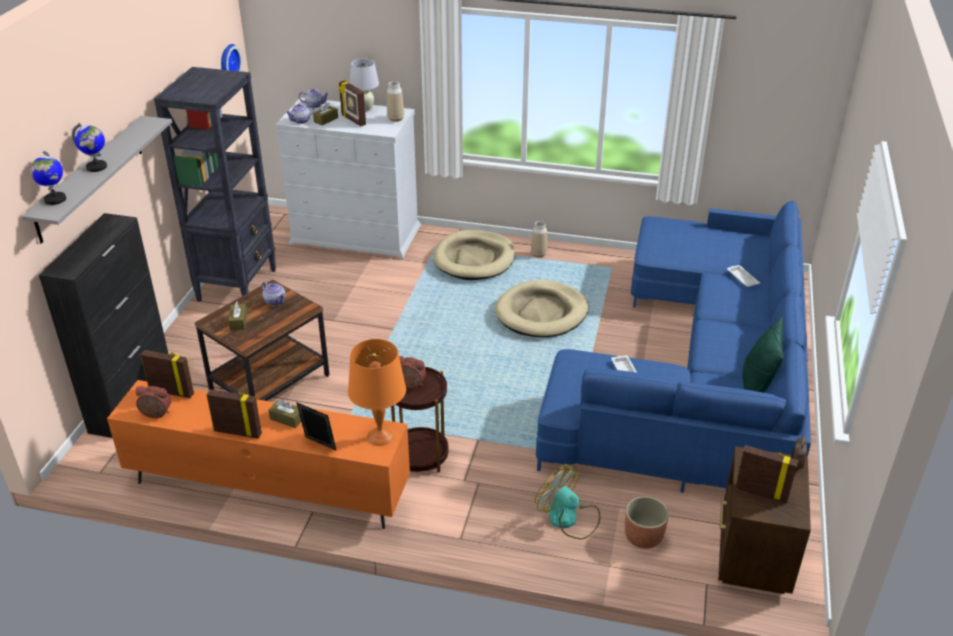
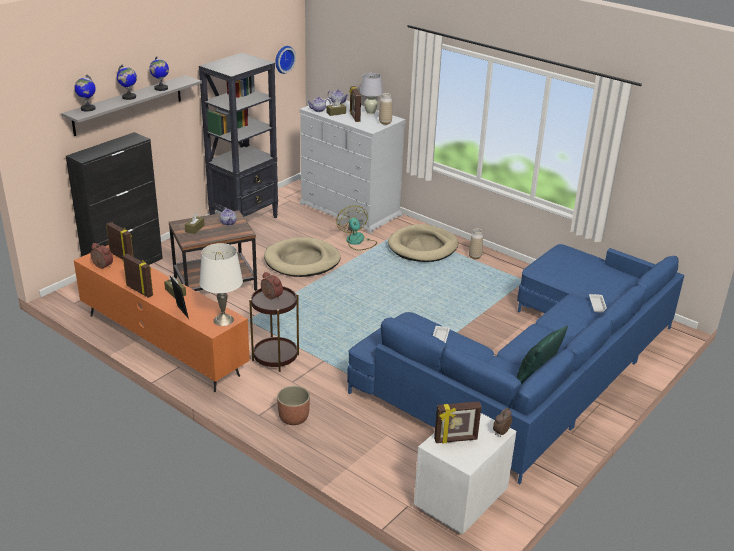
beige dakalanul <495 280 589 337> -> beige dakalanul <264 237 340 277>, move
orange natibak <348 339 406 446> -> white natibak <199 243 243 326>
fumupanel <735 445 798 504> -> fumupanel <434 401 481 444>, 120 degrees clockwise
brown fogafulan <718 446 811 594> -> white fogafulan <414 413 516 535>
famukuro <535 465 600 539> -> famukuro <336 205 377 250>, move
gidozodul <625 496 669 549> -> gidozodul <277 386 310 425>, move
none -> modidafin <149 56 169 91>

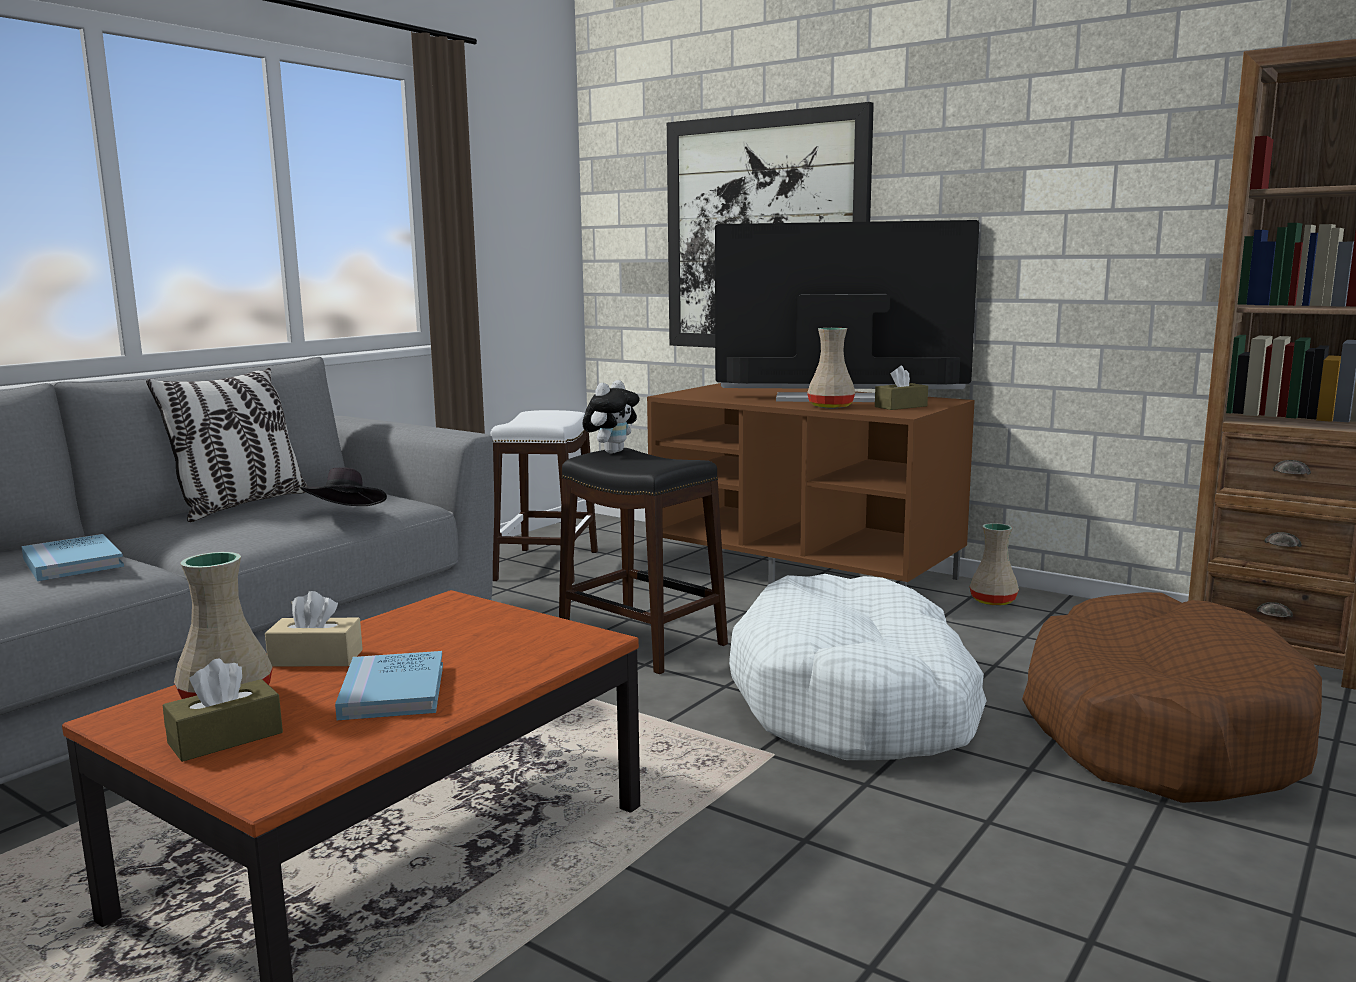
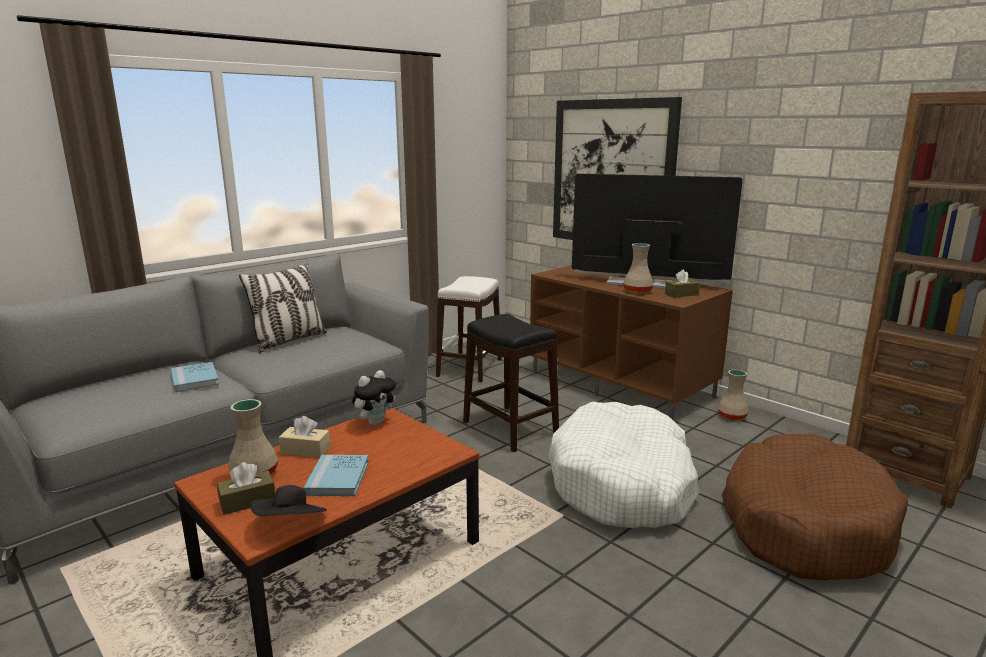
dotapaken <582 380 640 454> -> dotapaken <352 370 396 426>, move
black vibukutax <299 467 387 506> -> black vibukutax <250 485 327 516>, move

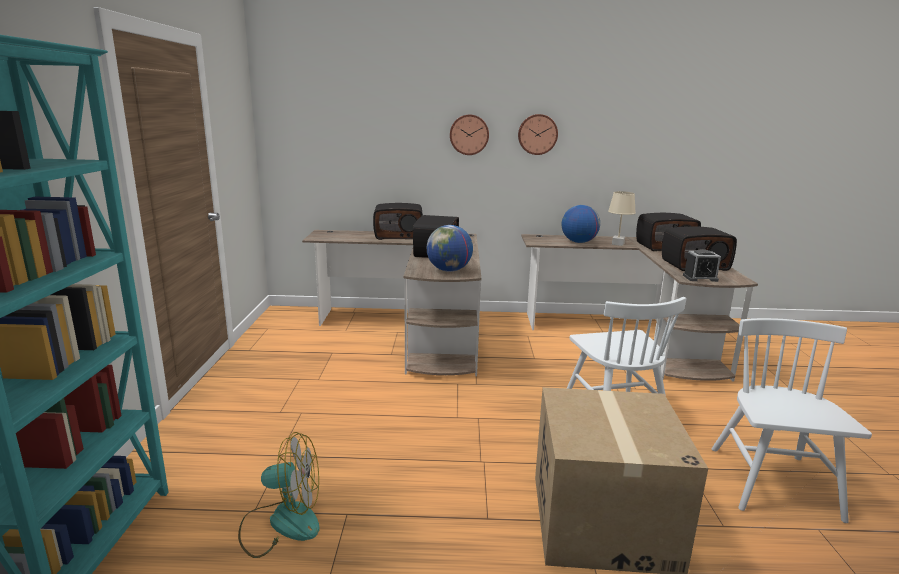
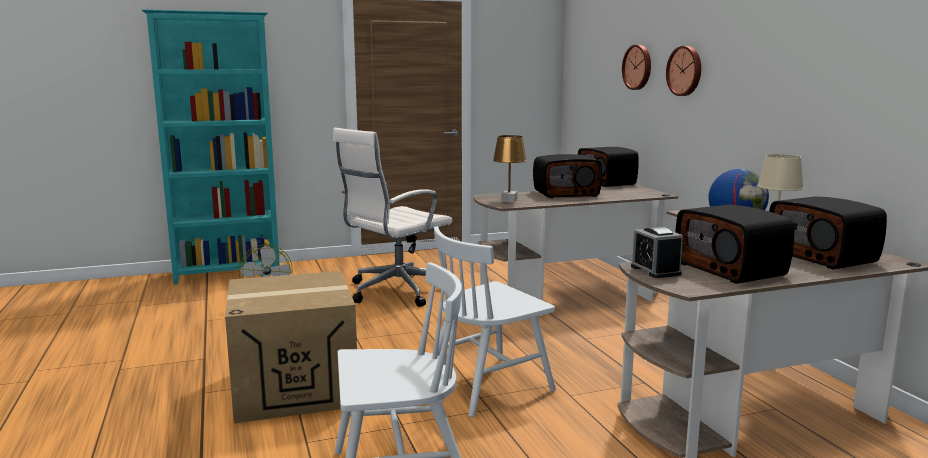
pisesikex <518 114 558 155> -> pisesikex <622 45 651 90>, move
modidafin <427 225 473 272> -> brown natibak <493 135 527 203>
none -> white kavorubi <333 128 452 307>

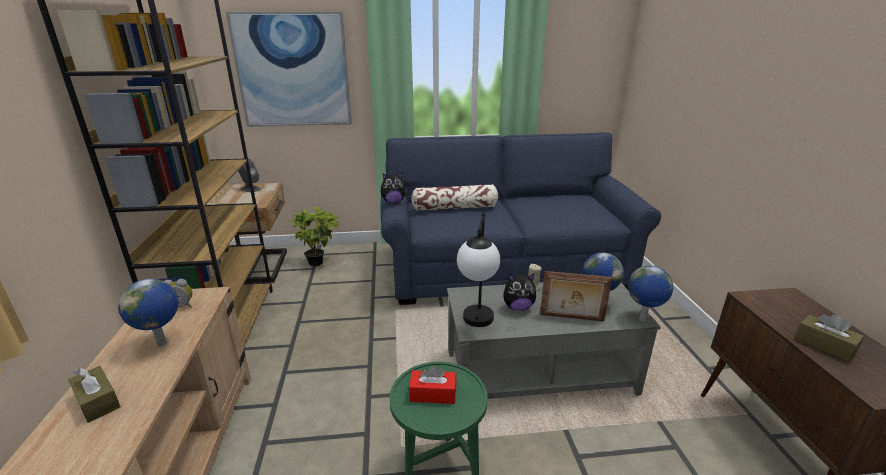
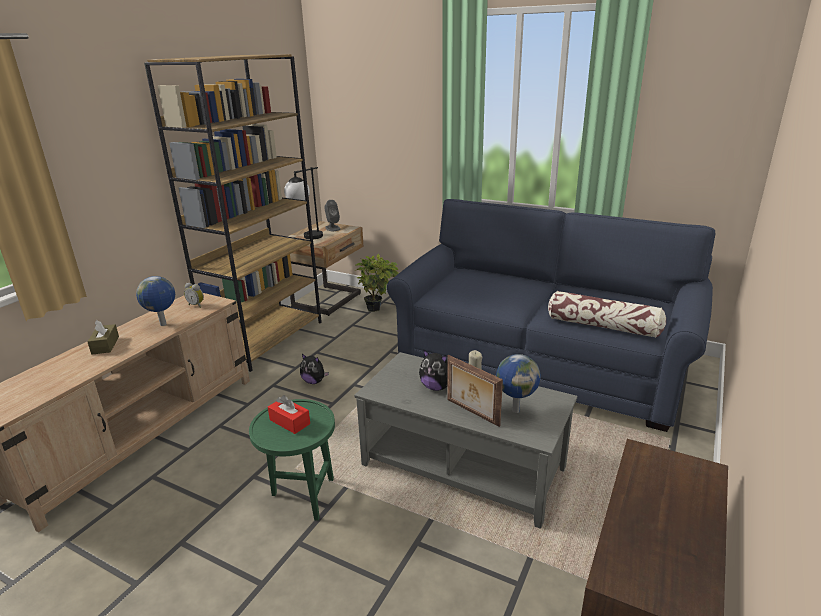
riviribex <226 12 352 127> -> none
dotapaken <381 172 407 203> -> dotapaken <300 354 329 384>, move
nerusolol <411 184 498 211> -> nerusolol <548 291 666 338>, move
natibak <457 210 500 327> -> natibak <284 167 323 239>, move
modidafin <628 265 673 321> -> none
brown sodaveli <795 313 864 362> -> none

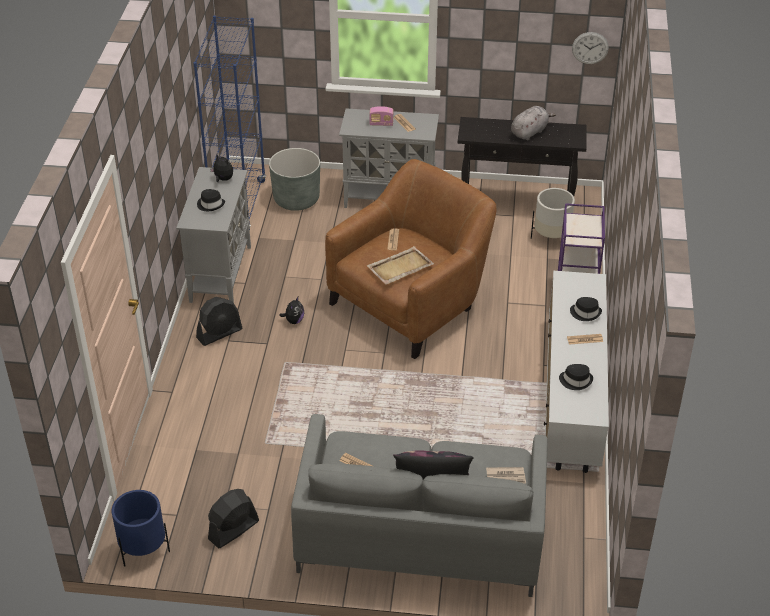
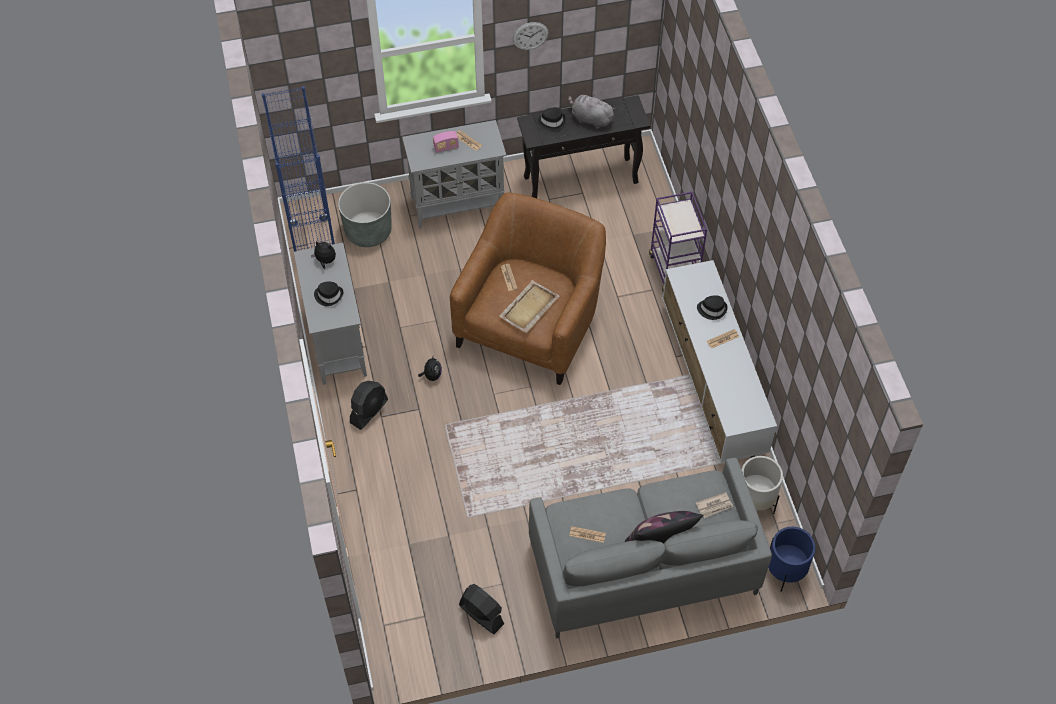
pisesikex <572 32 609 64> -> pisesikex <513 22 549 50>, move
grey dotapaken <511 106 556 140> -> grey dotapaken <568 94 616 129>, 90 degrees counterclockwise
white gidozodul <531 188 575 239> -> white gidozodul <742 456 783 514>, move
black vibukutax <559 364 593 390> -> black vibukutax <537 107 566 131>, move
black famukuro <208 489 259 548> -> black famukuro <459 584 504 634>, 105 degrees clockwise
blue gidozodul <112 490 170 567> -> blue gidozodul <768 527 816 592>, move

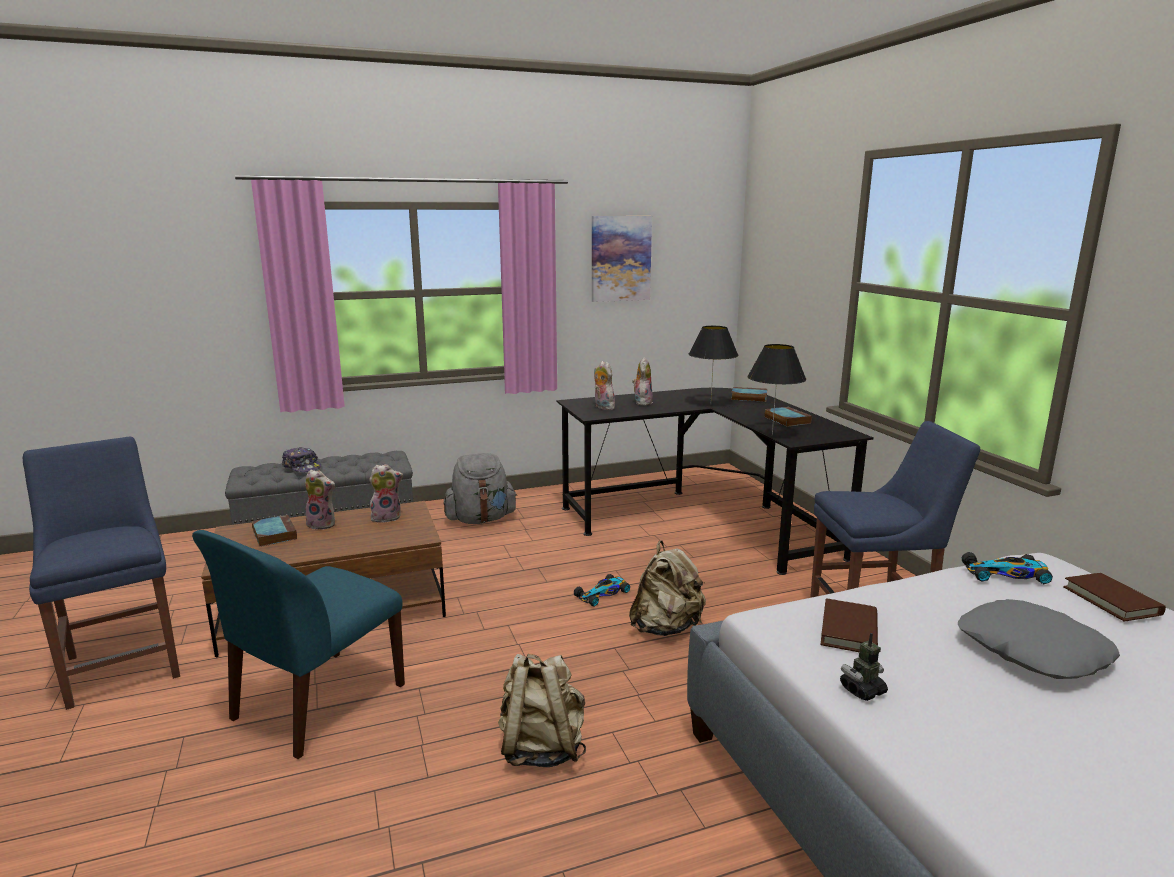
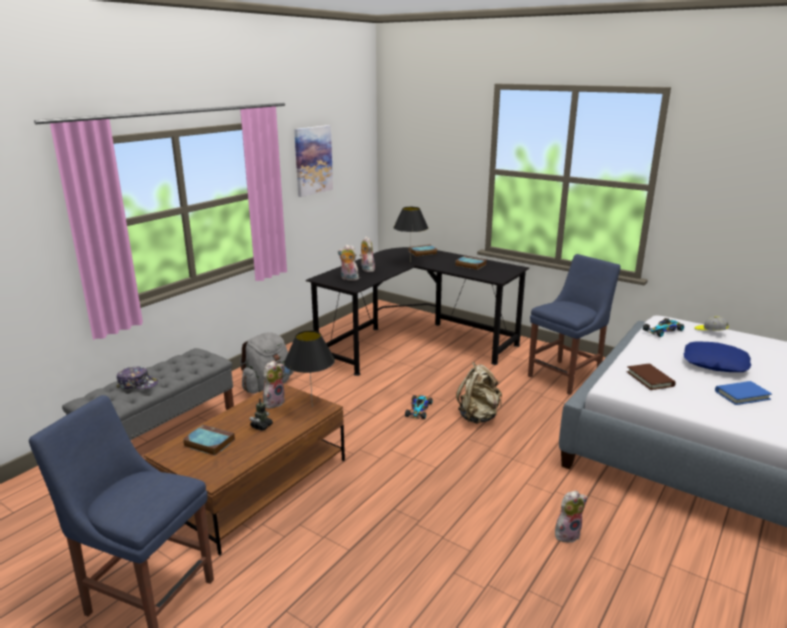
black natibak <747 344 806 435> -> black natibak <284 331 335 407>, move
dotapaken <305 469 335 530> -> dotapaken <555 490 588 542>, move
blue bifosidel <192 530 405 759> -> none
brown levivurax <1063 573 1166 622> -> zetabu <694 316 729 331>
grey nerusolol <958 599 1120 679> -> blue nerusolol <684 341 751 372>
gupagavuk <840 633 888 701> -> gupagavuk <250 398 273 430>, move
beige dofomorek <498 654 586 767> -> none
none -> blue levivurax <715 381 772 405>

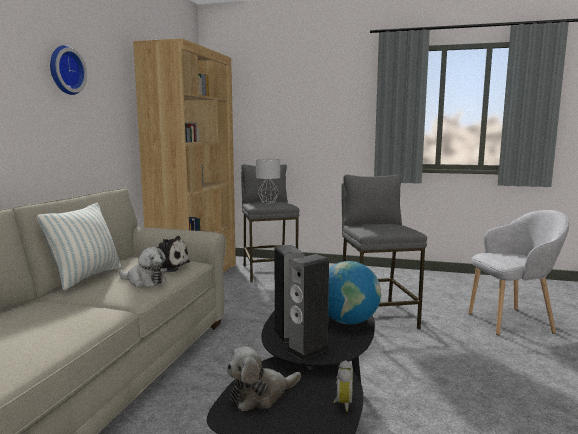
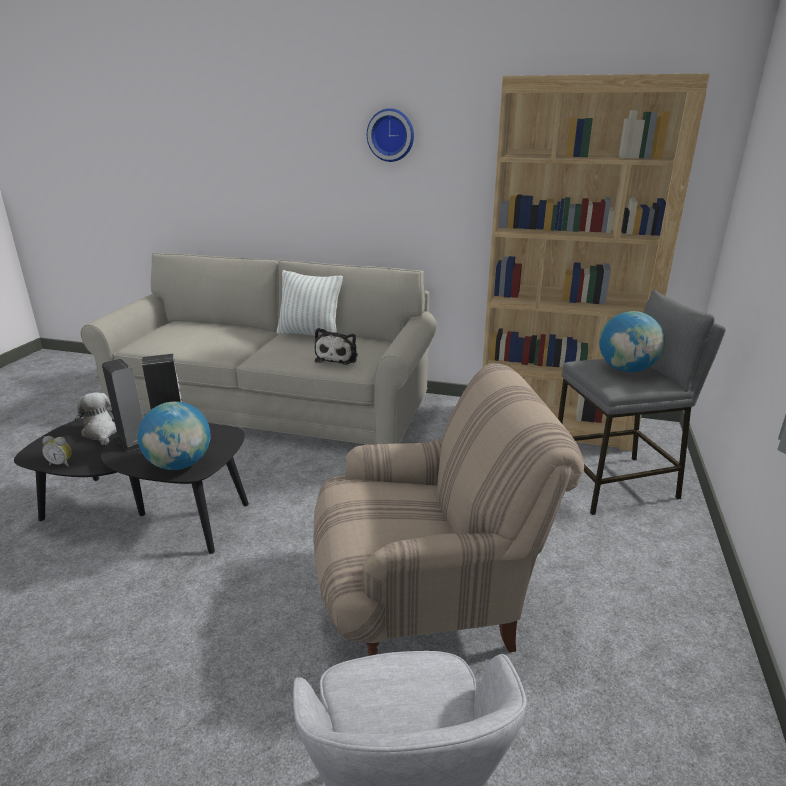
grey natibak <256 159 280 204> -> modidafin <599 311 665 372>
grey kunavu <341 174 427 329> -> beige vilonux <314 363 584 656>
dotapaken <119 247 166 287> -> none

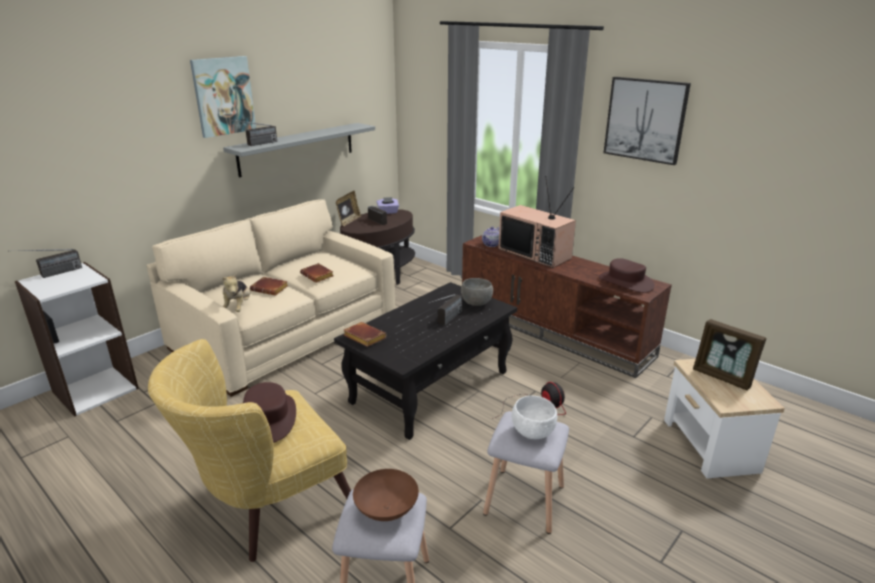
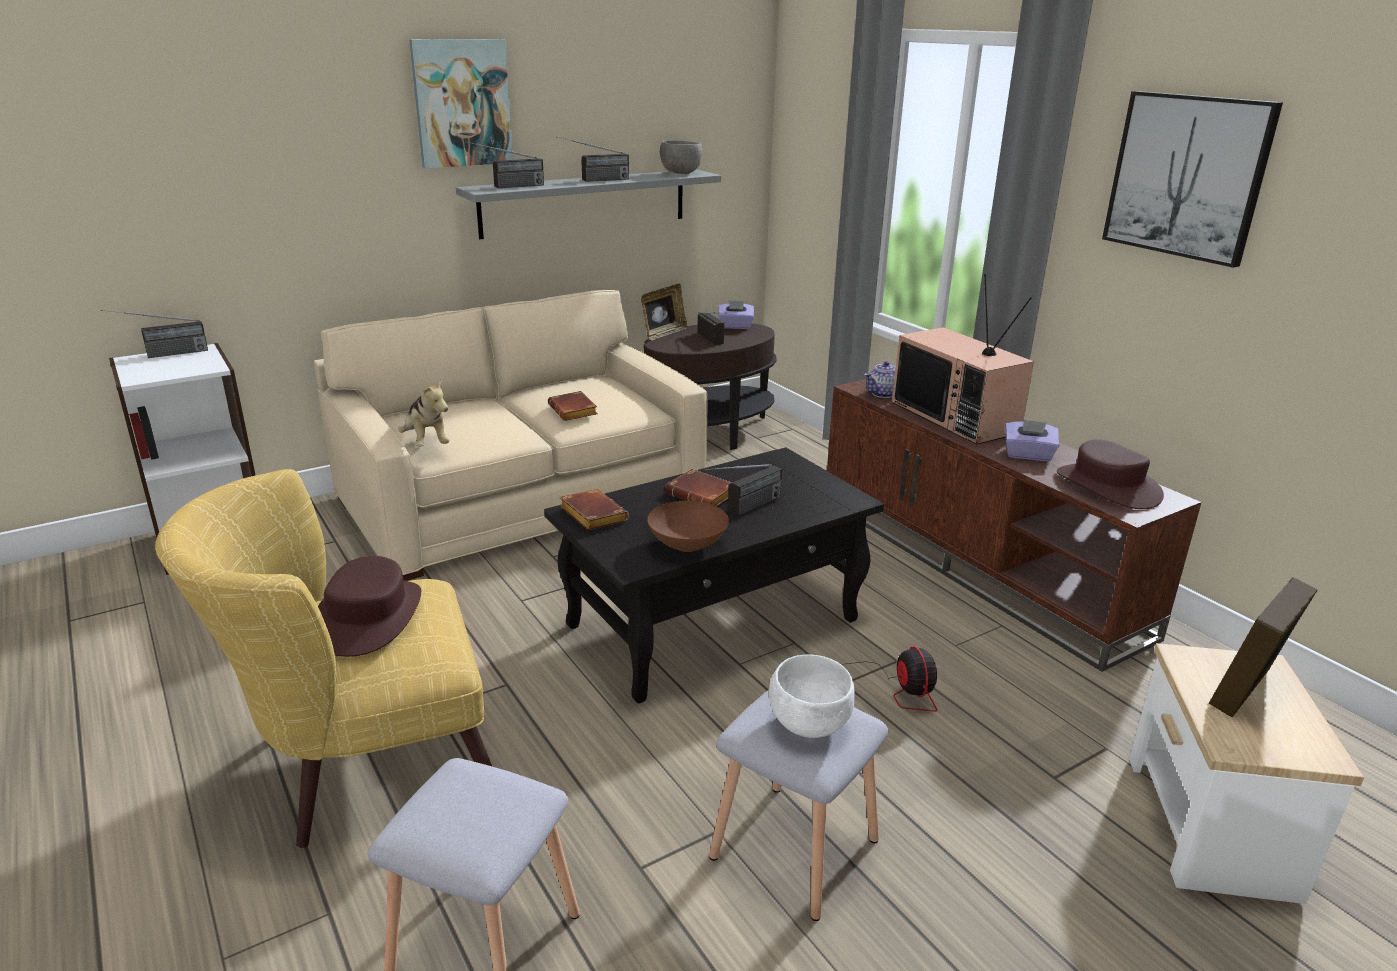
dotapaken <222 273 251 312> -> dotapaken <398 378 449 447>, 45 degrees counterclockwise
brown levivurax <250 277 288 296> -> brown levivurax <665 469 732 506>, move
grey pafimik <461 278 493 306> -> grey pafimik <660 140 703 174>, move
fumupanel <693 319 766 390> -> fumupanel <1209 578 1318 717>, 75 degrees clockwise
brown pafimik <353 469 419 521> -> brown pafimik <647 501 729 552>, move
none -> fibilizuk <556 136 629 182>
none -> purple sodaveli <1005 420 1059 461>

